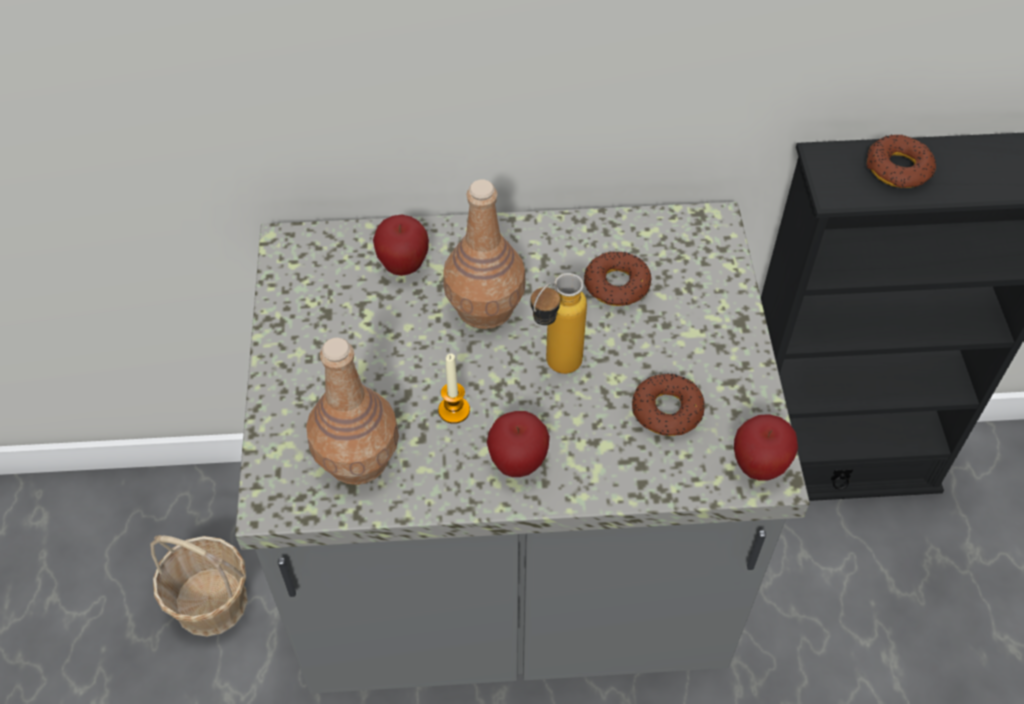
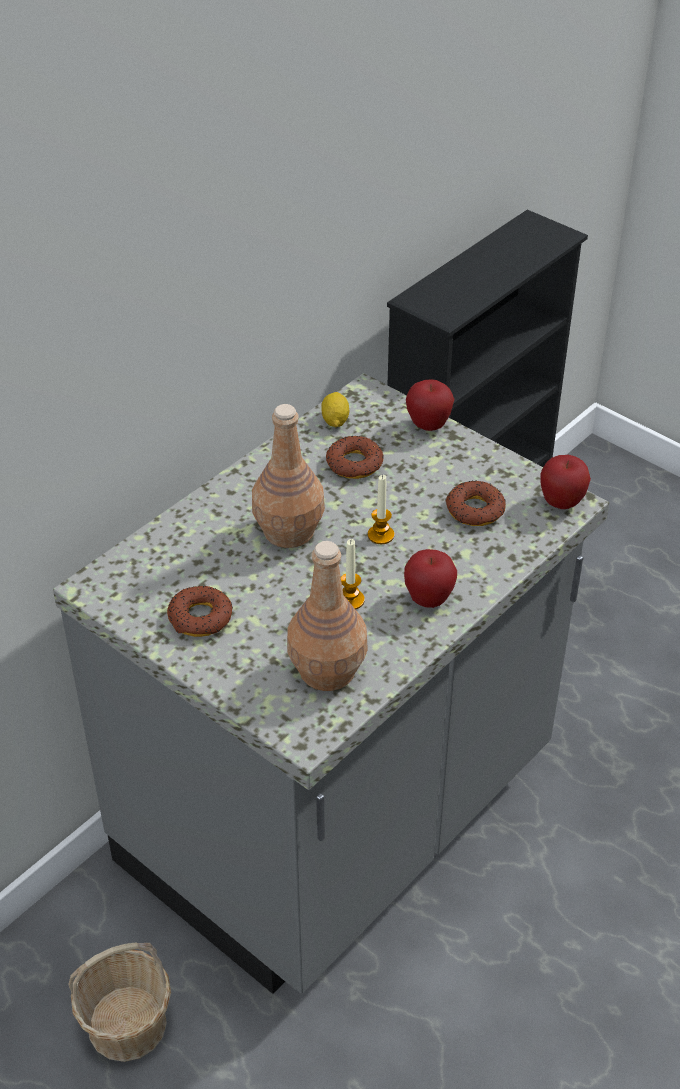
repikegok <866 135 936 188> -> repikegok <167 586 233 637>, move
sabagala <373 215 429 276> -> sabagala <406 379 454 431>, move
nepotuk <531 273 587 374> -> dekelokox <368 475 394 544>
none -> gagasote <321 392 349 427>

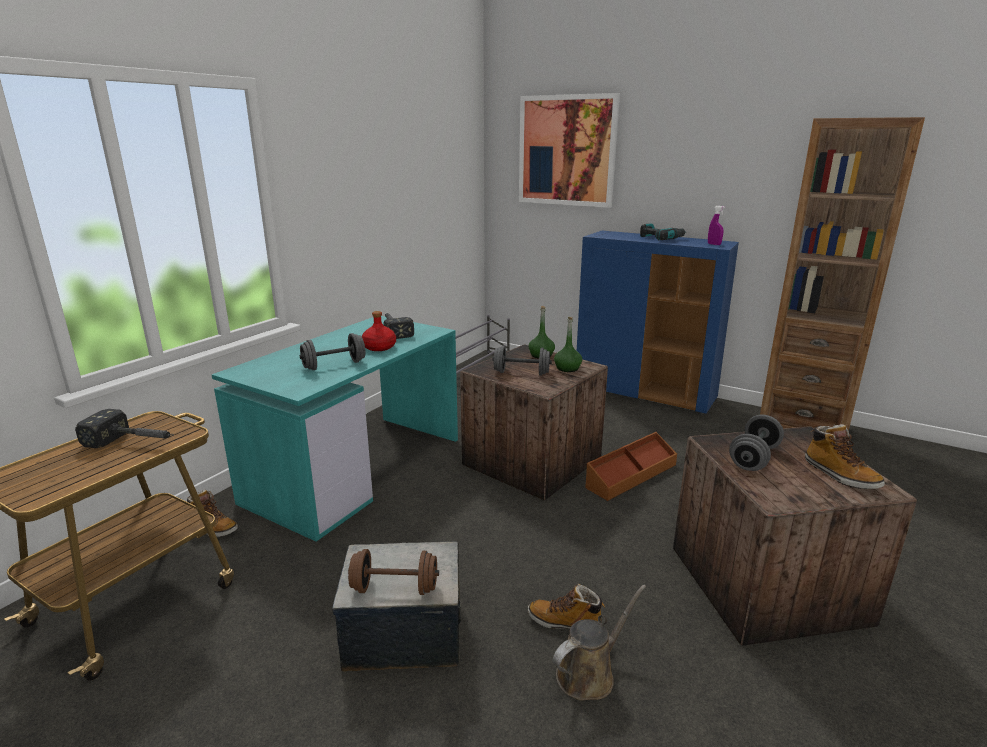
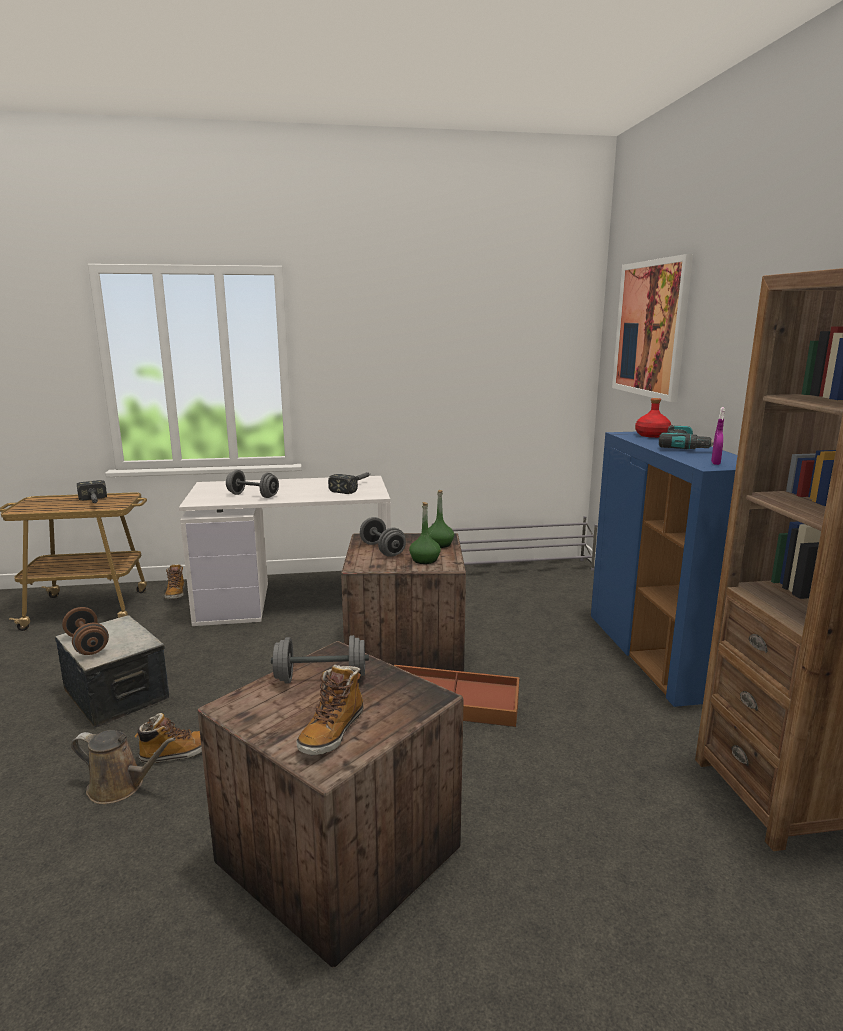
red nepotuk <362 311 396 351> -> red nepotuk <635 398 671 438>, move
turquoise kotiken <212 316 458 542> -> white kotiken <179 476 391 626>
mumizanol <528 584 605 629> -> mumizanol <134 713 202 763>, 90 degrees clockwise

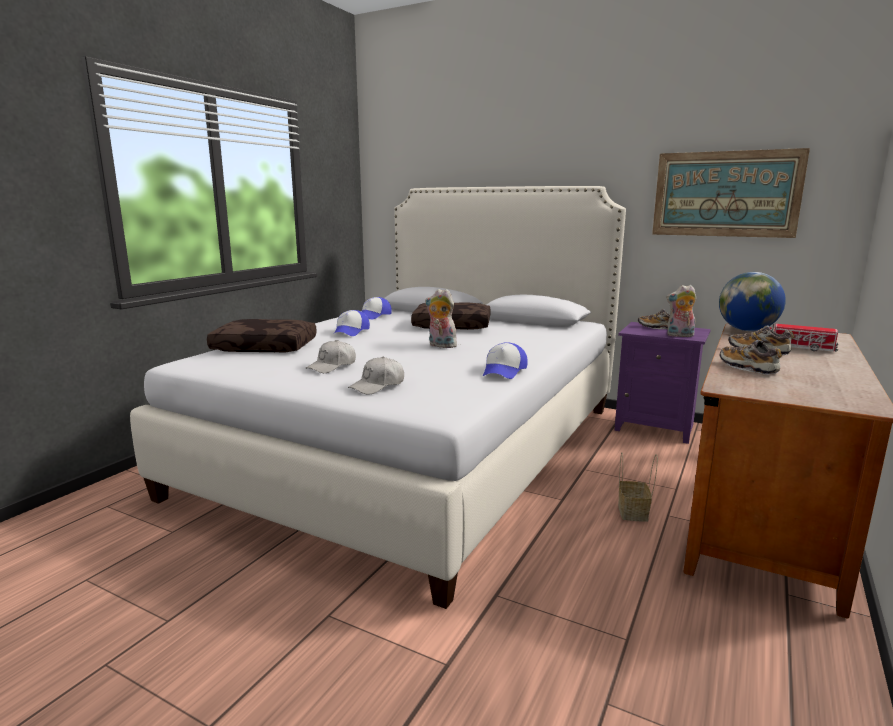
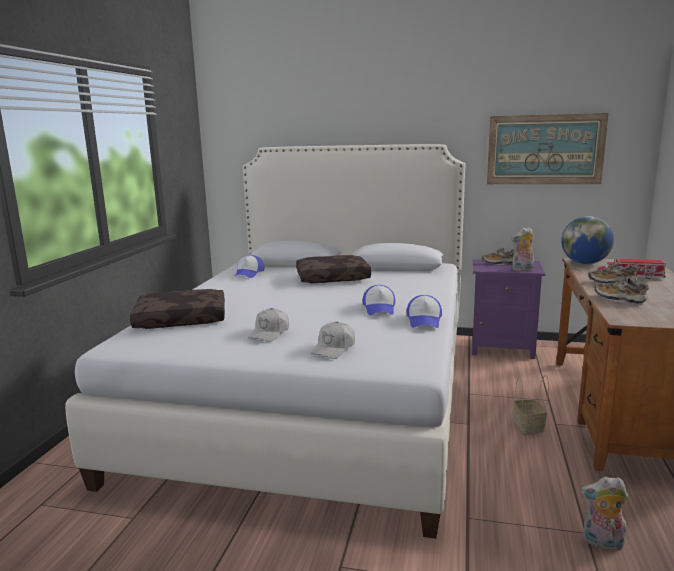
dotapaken <425 289 457 348> -> dotapaken <581 477 628 551>, move
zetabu <334 310 370 336> -> zetabu <363 285 395 315>, move

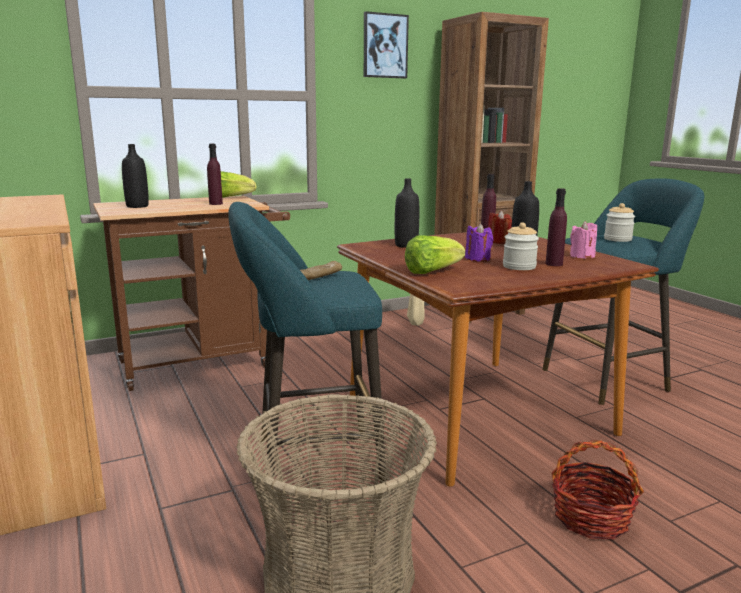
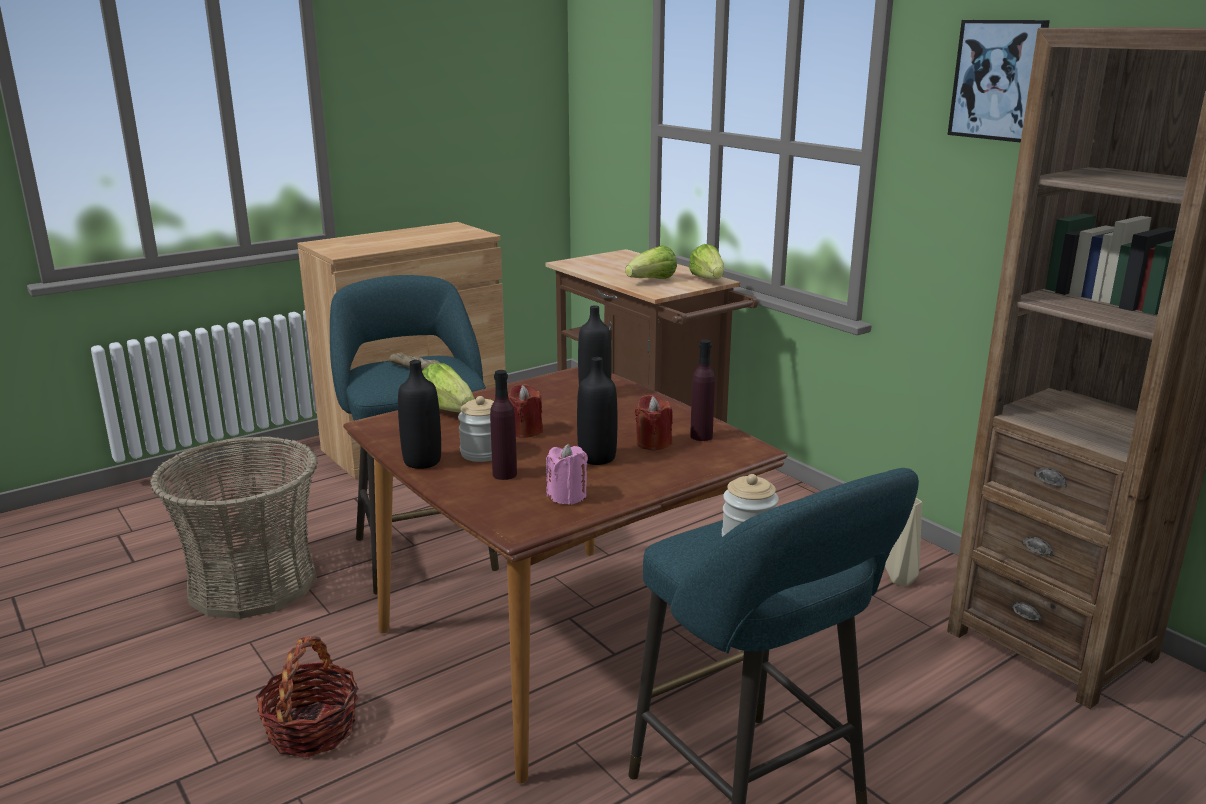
black nepotuk <122 144 149 208> -> black nepotuk <398 360 441 469>, move
purple nepotuk <207 144 223 205> -> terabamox <625 245 677 279>
purple dekelokox <465 223 493 262> -> red dekelokox <508 384 543 438>

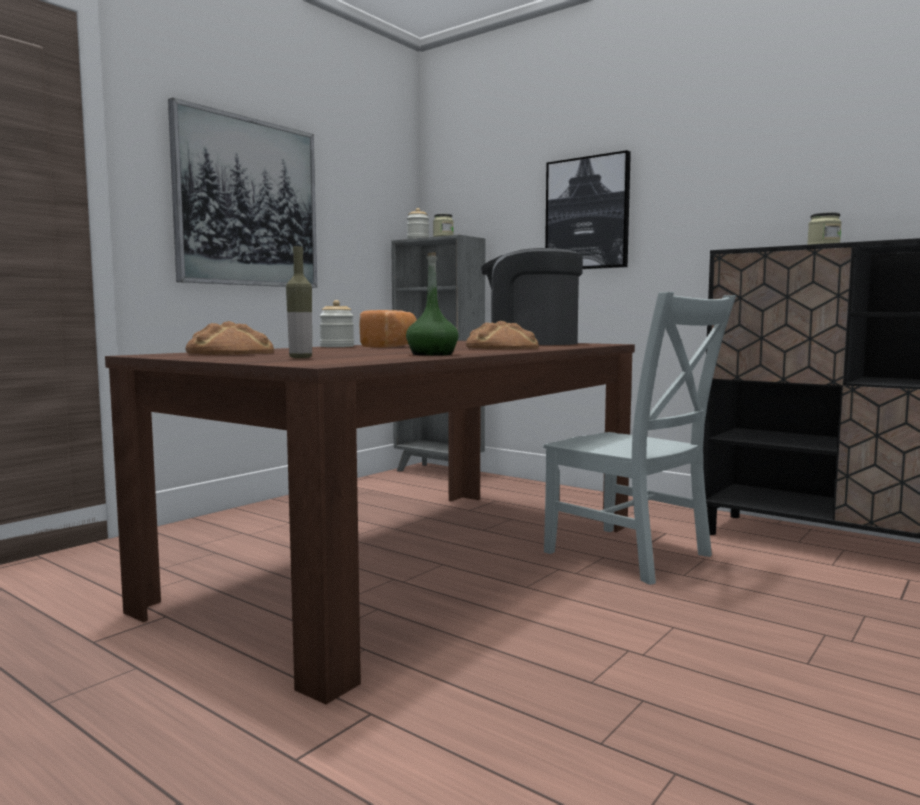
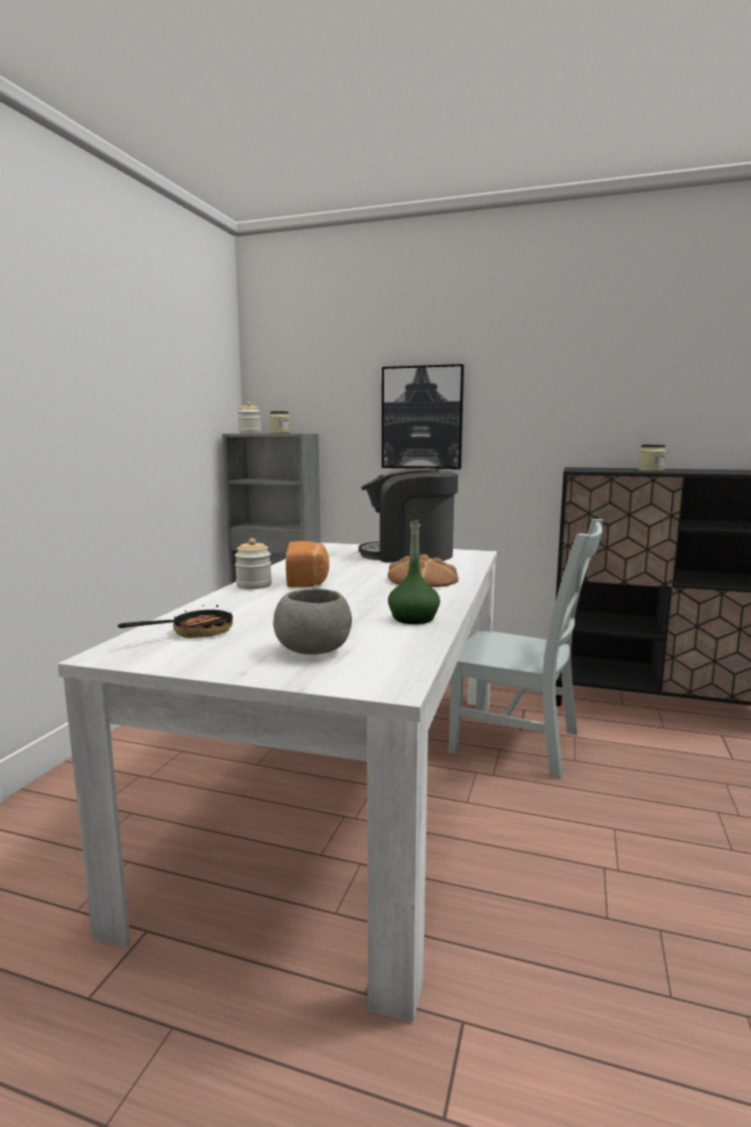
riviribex <168 98 317 288> -> none
nepotuk <286 246 312 358> -> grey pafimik <273 589 352 655>
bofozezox <186 321 274 355> -> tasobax <118 597 233 638>
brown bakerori <105 341 635 704> -> white bakerori <58 542 497 1022>

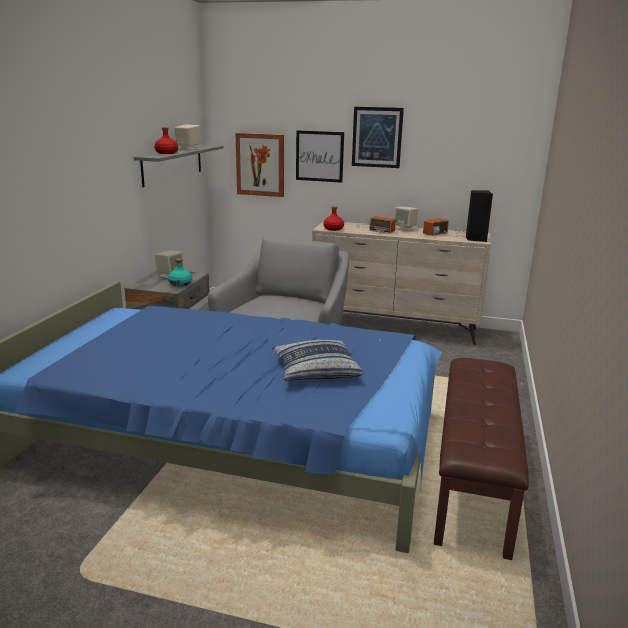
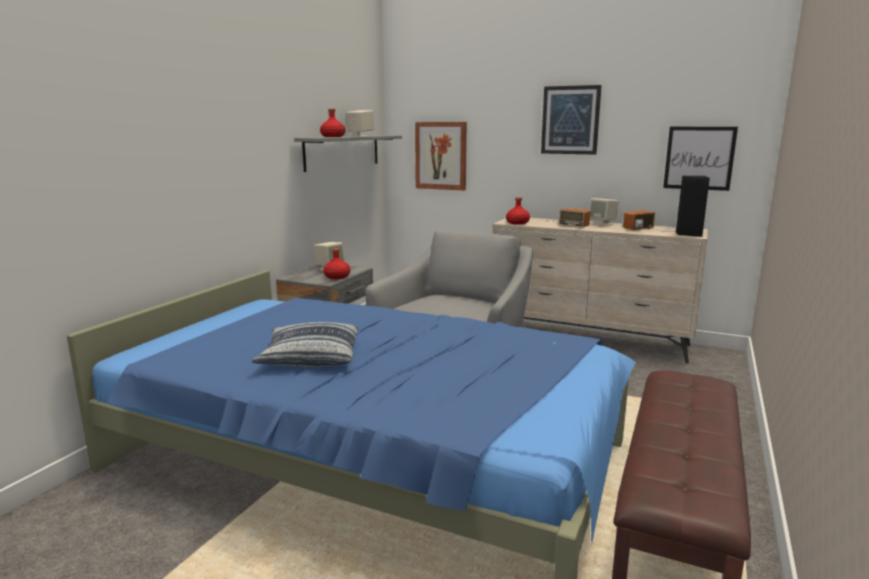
riviribex <296 130 344 183> -> riviribex <663 127 738 191>, move
turquoise nepotuk <168 258 192 286> -> red nepotuk <323 248 350 279>
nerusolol <272 340 364 381> -> nerusolol <252 322 359 367>, move

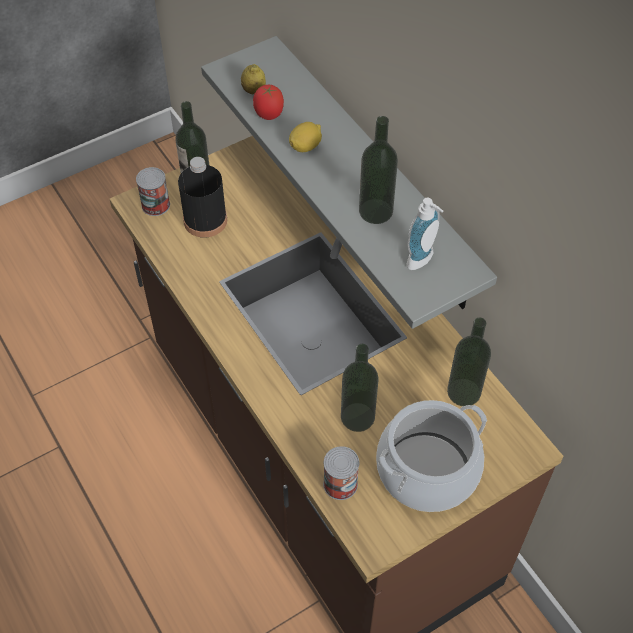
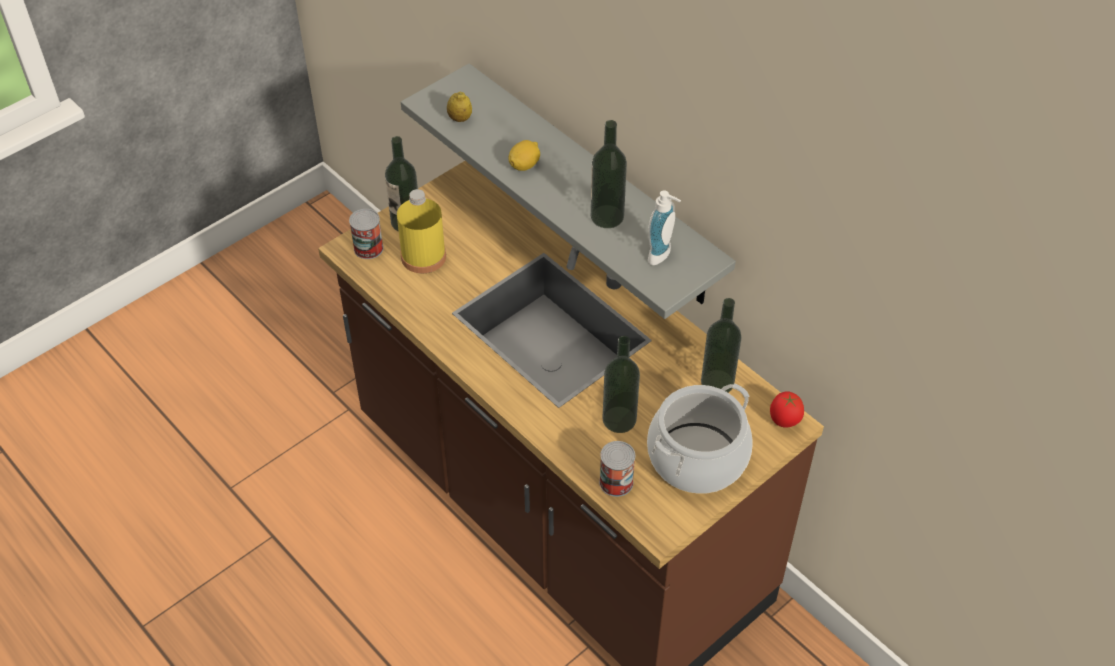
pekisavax <253 85 284 120> -> pekisavax <770 391 804 428>, move
black nepotuk <178 157 227 238> -> yellow nepotuk <397 189 446 274>

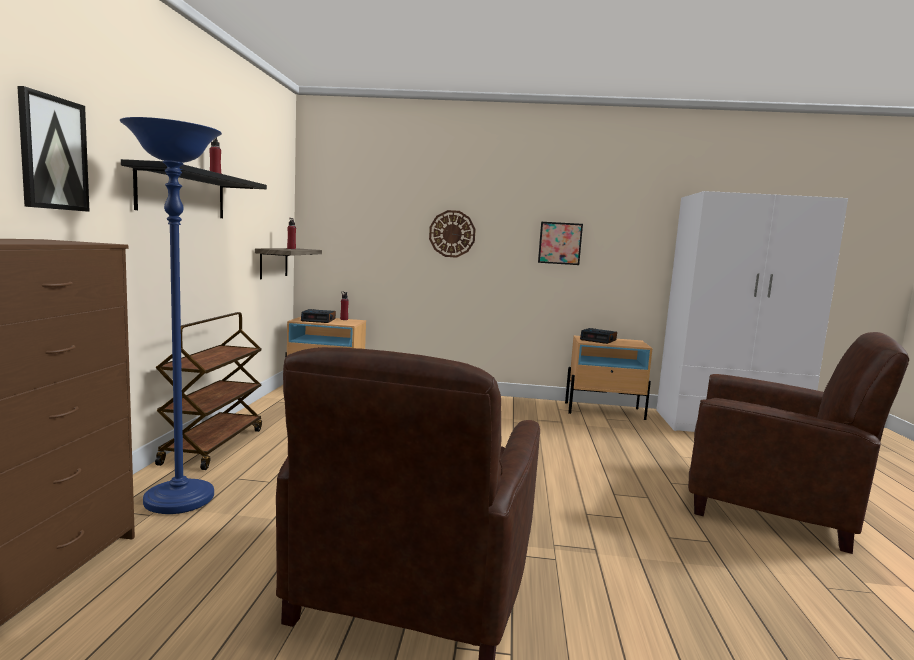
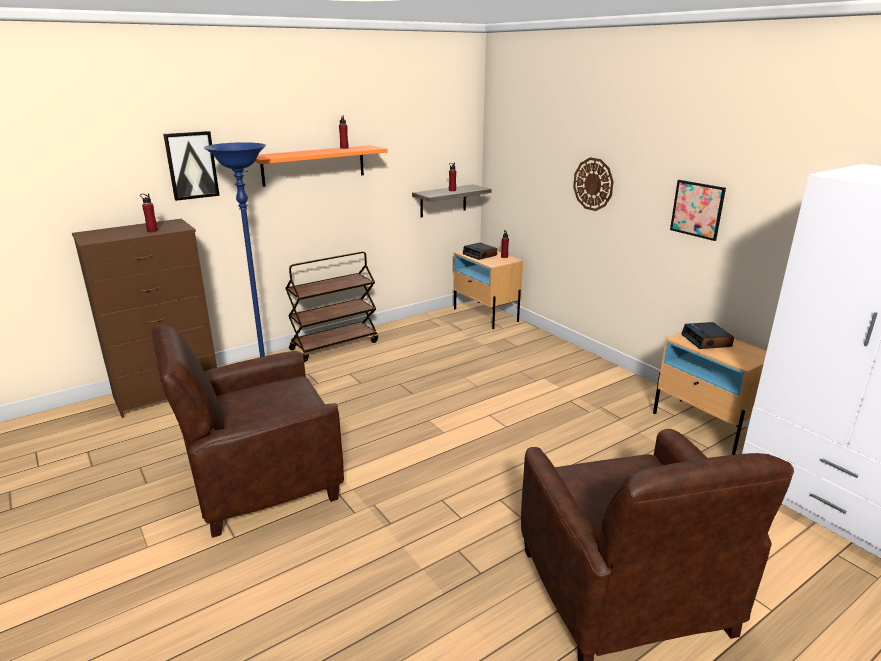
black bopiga <121 159 267 218> -> orange bopiga <255 145 388 187>
none -> red nepotuk <140 193 158 232>

